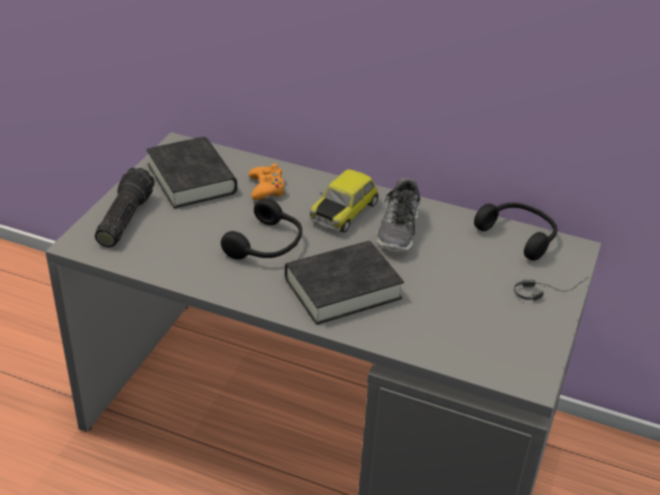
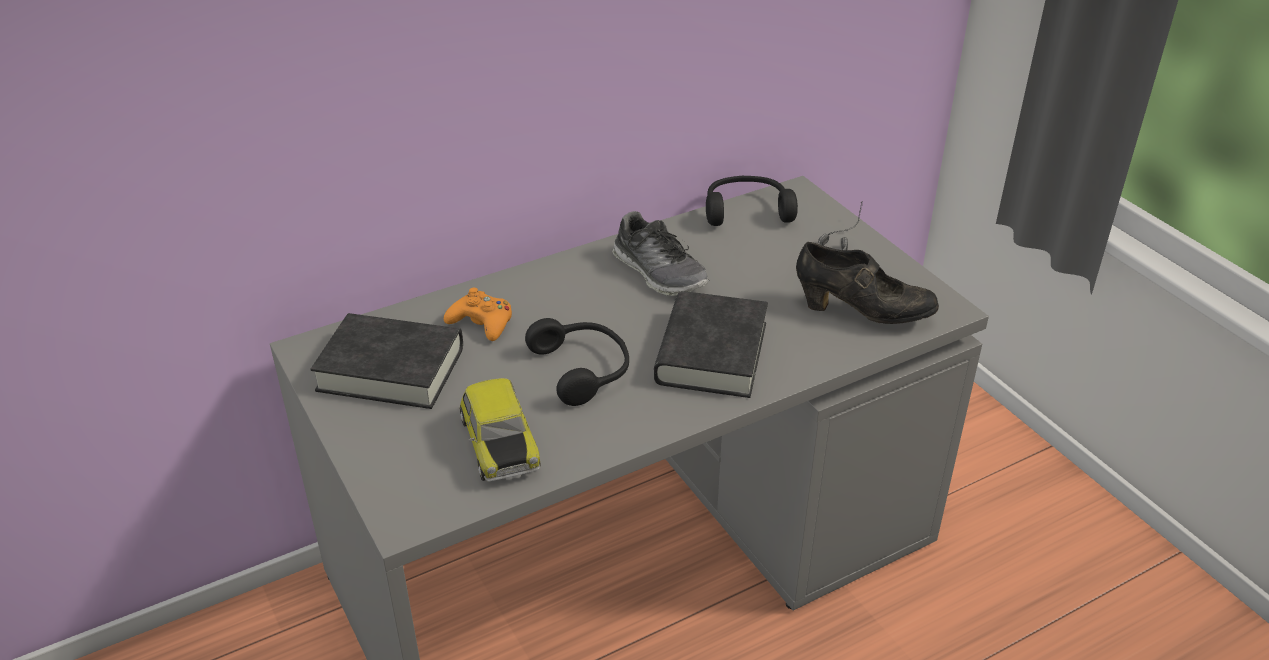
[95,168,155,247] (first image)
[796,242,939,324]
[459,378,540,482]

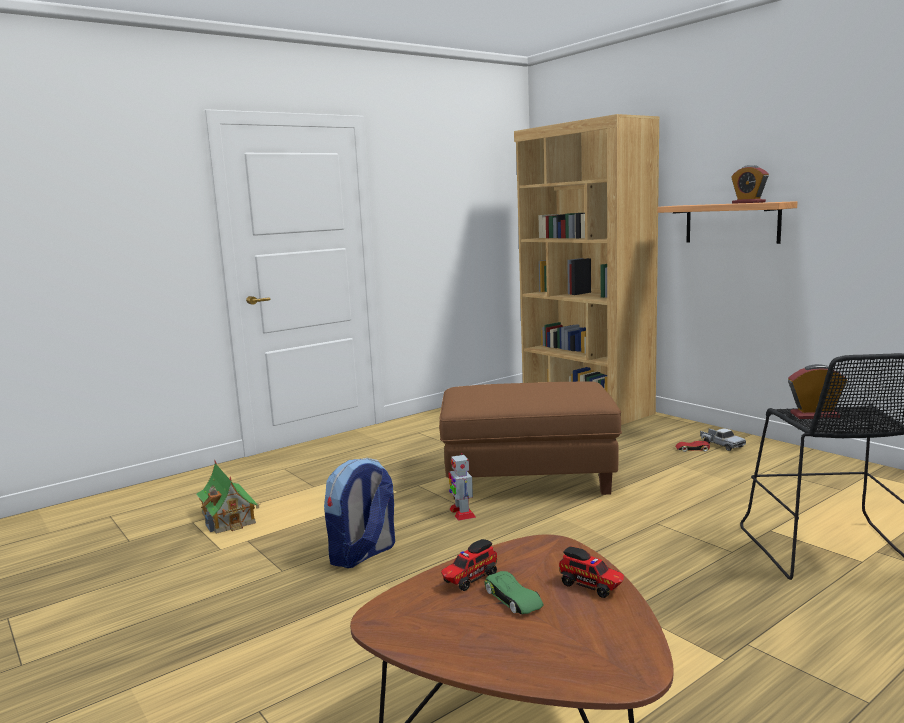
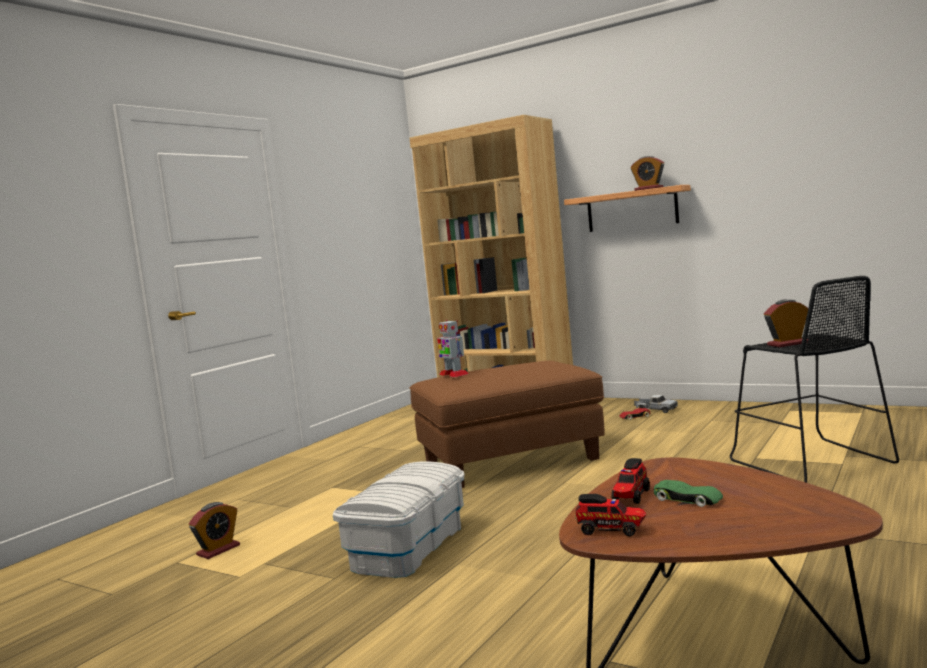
[437,320,469,377]
[575,494,647,537]
[189,502,240,559]
[333,462,464,578]

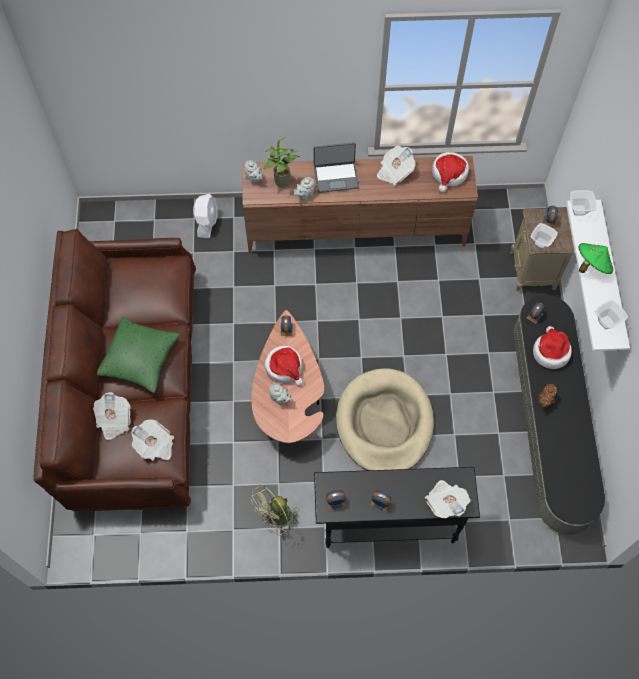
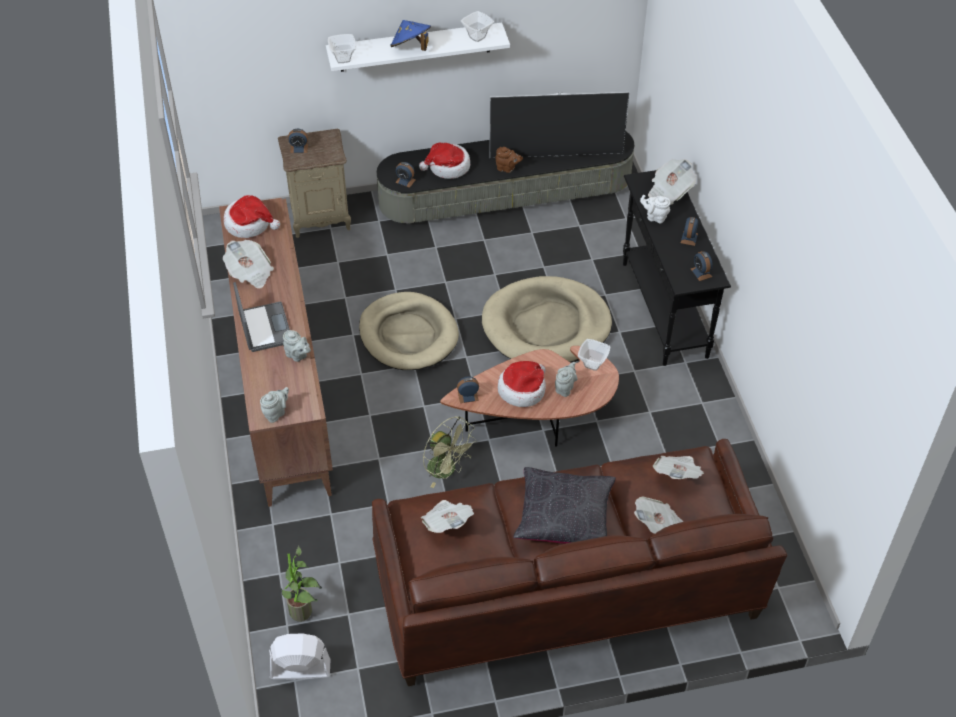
[359,292,459,370]
[421,500,474,533]
[489,92,629,158]
[640,195,670,223]
[269,633,330,680]
[423,416,477,488]
[281,545,322,622]
[578,339,610,371]
[513,467,616,544]
[390,20,431,51]

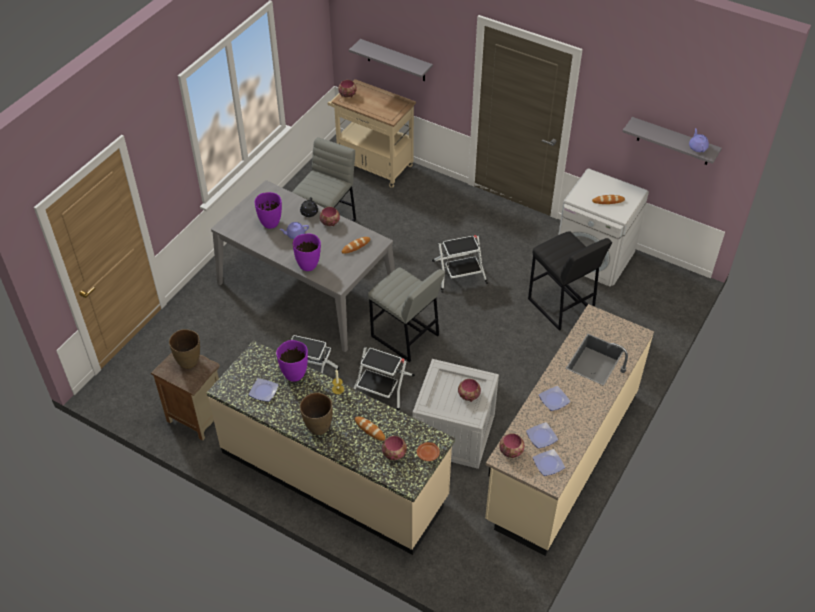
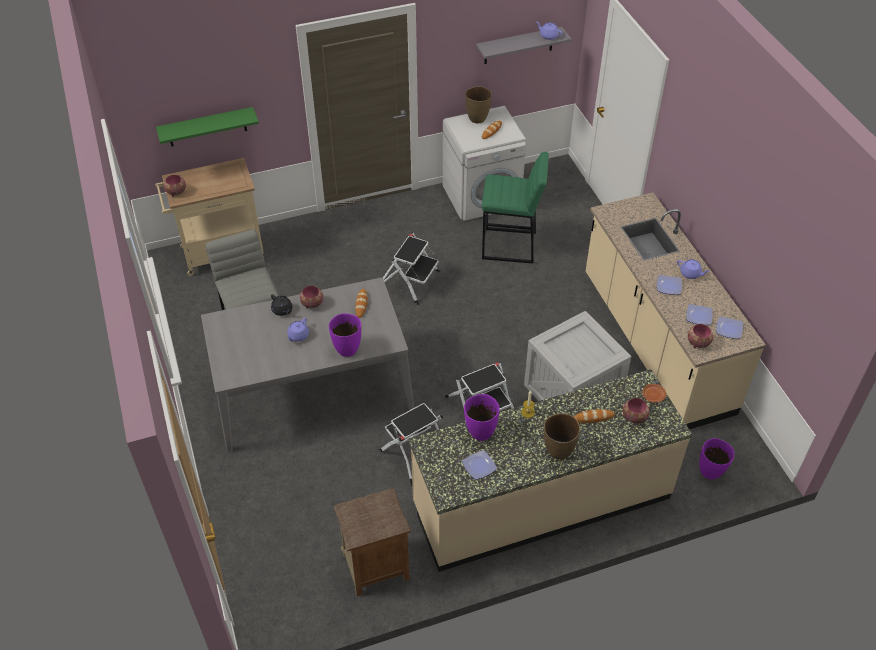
[368,267,445,362] (first image)
[458,379,481,402] (first image)
[677,259,710,279]
[466,86,492,123]
[699,438,734,480]
[156,107,259,147]
[482,152,549,263]

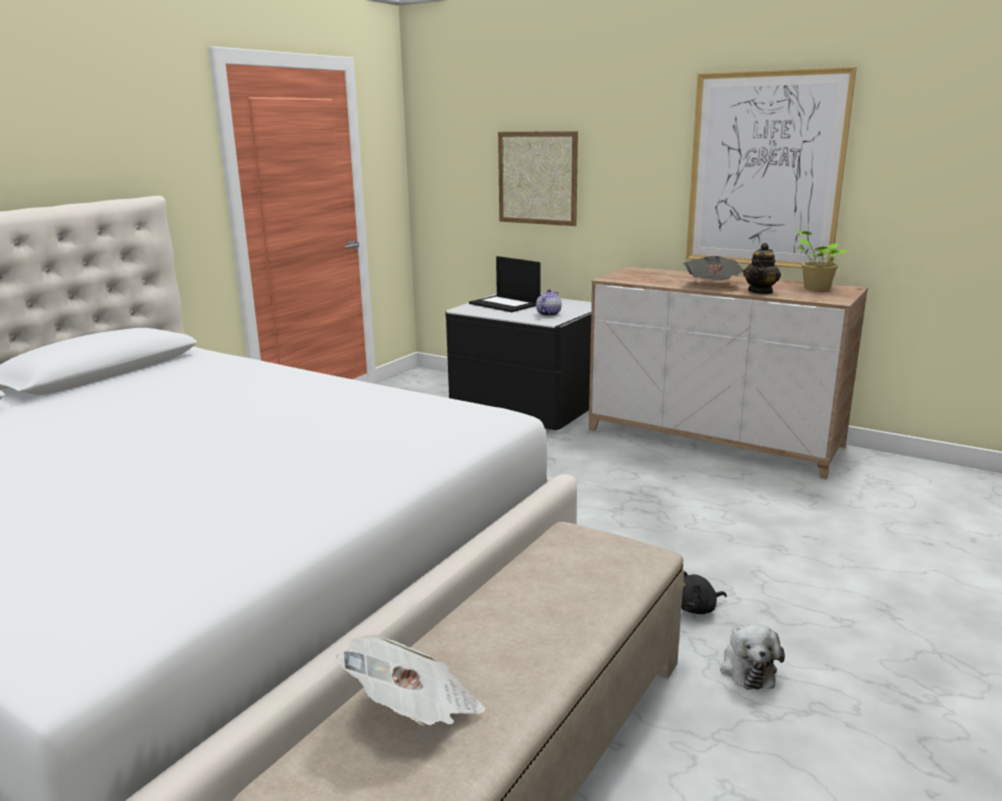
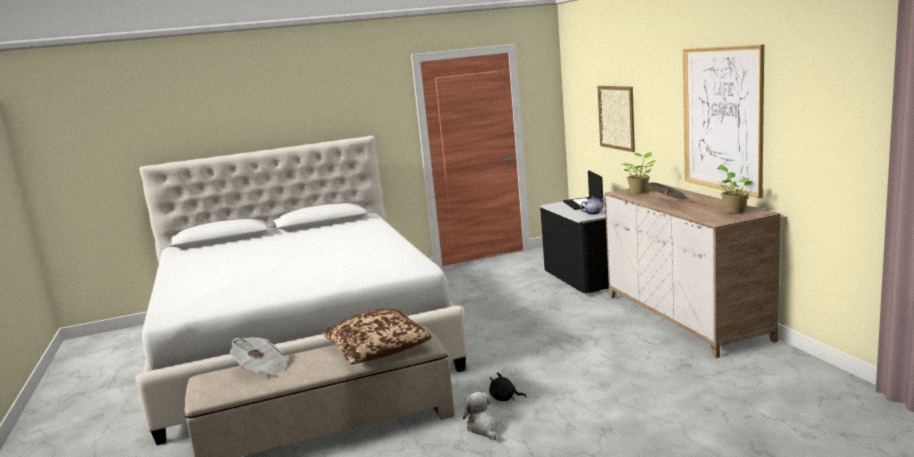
[743,243,781,294] (first image)
[322,308,431,364]
[622,152,656,194]
[463,392,497,441]

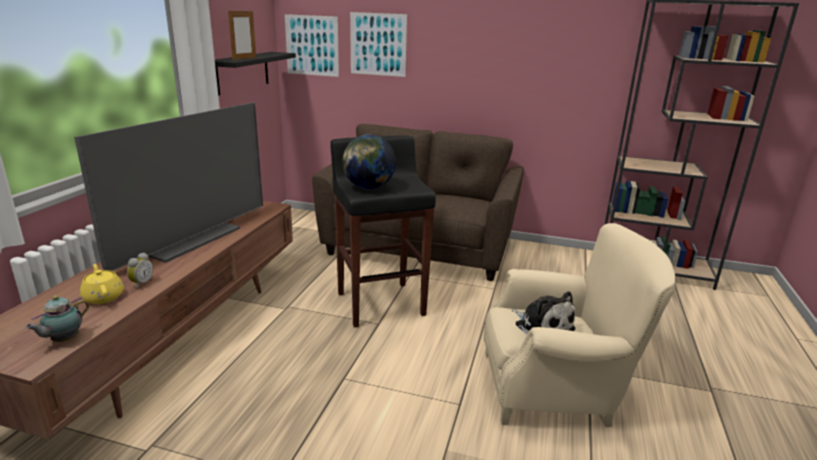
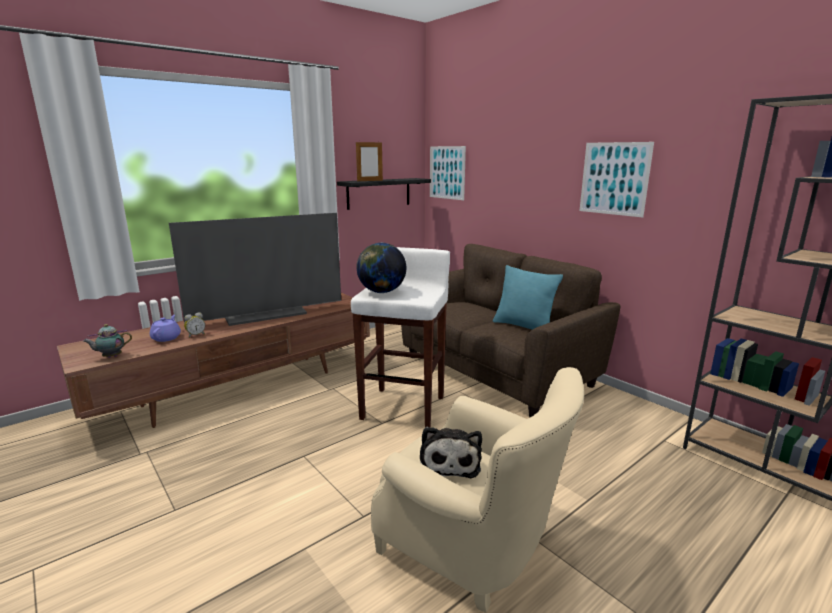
[493,265,563,330]
[580,142,654,217]
[150,315,181,342]
[351,247,450,427]

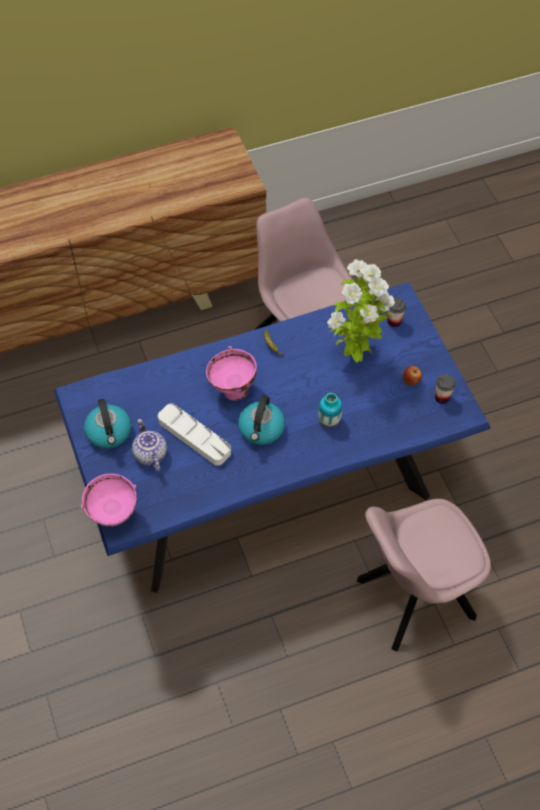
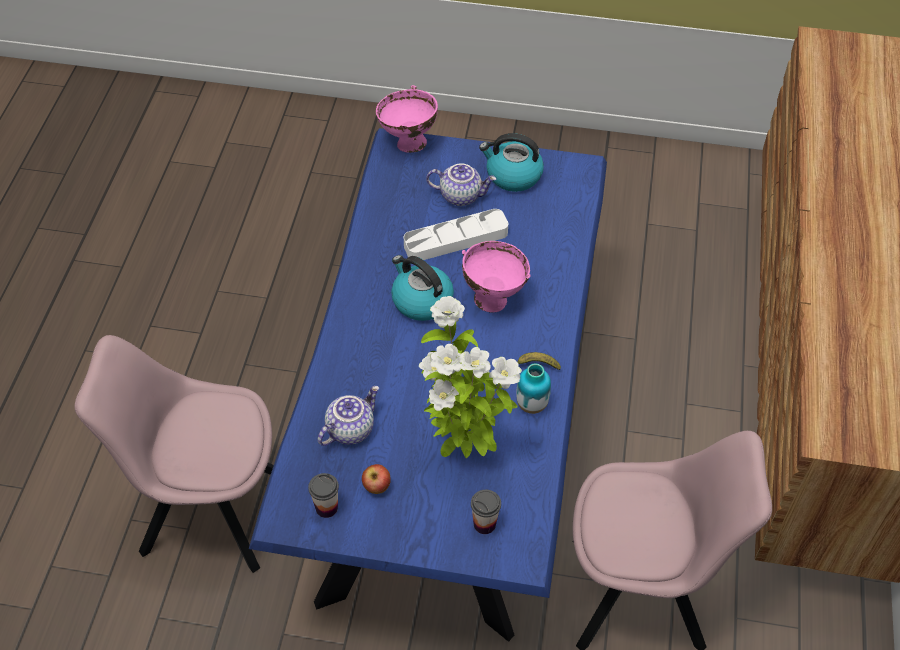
[318,386,379,446]
[516,363,551,414]
[75,335,274,573]

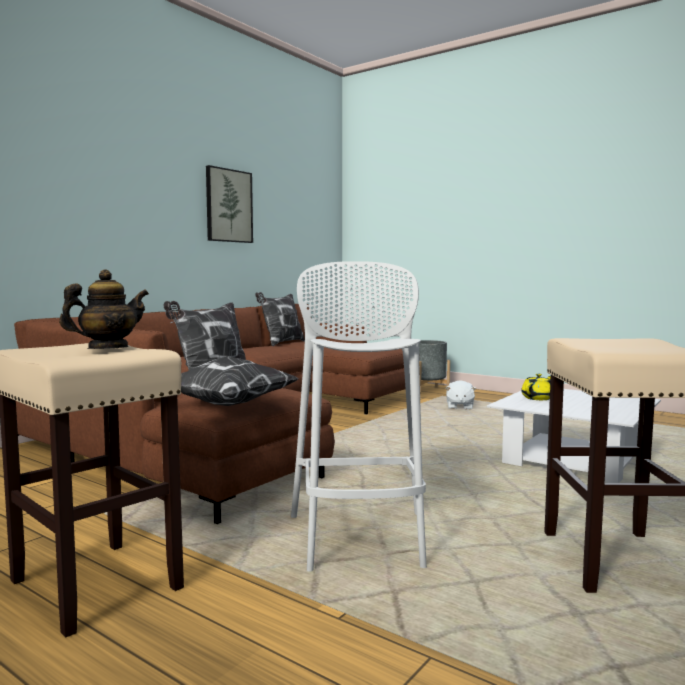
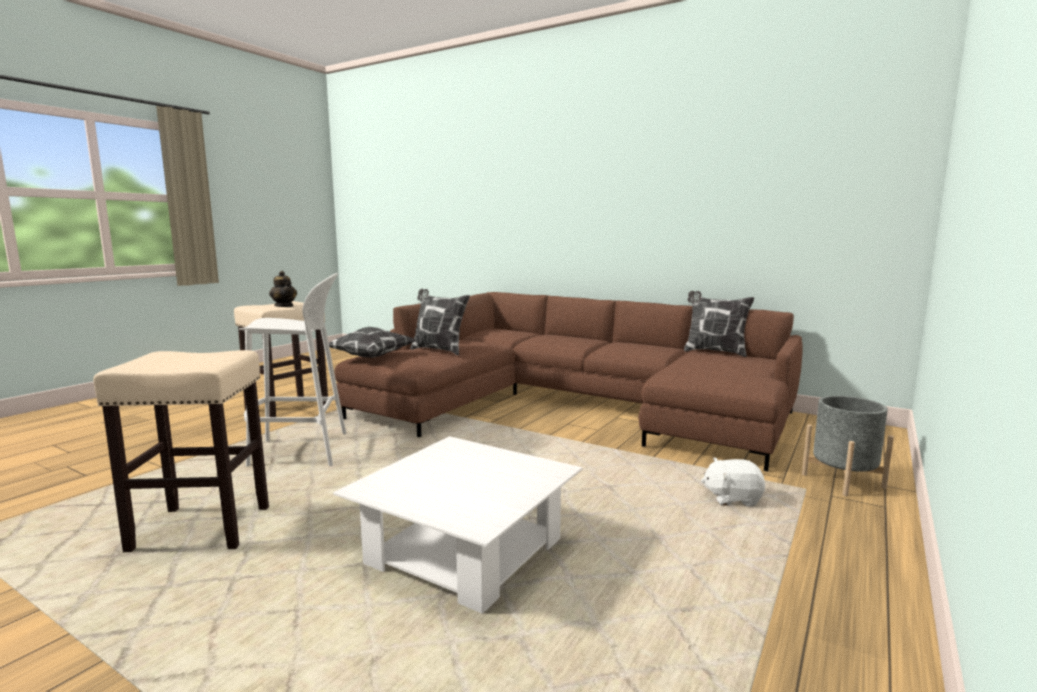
[206,165,253,243] (first image)
[521,374,551,400] (first image)

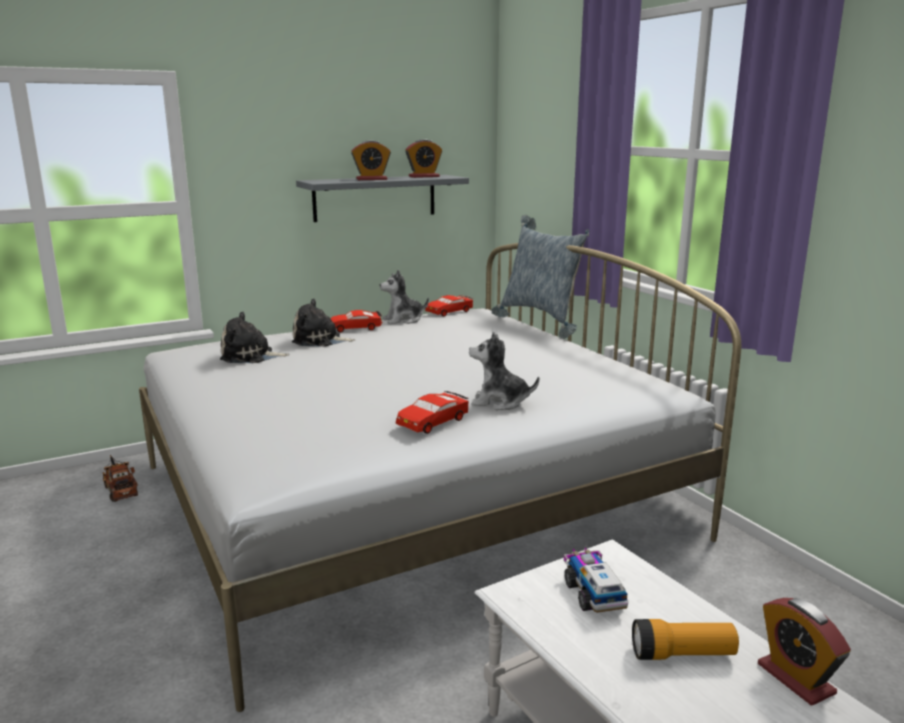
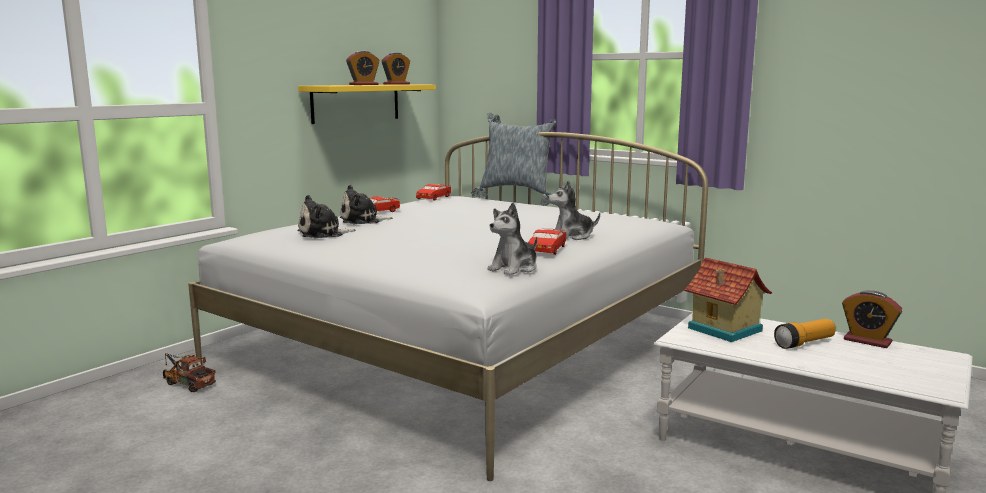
[487,203,537,275]
[684,257,772,342]
[298,84,436,124]

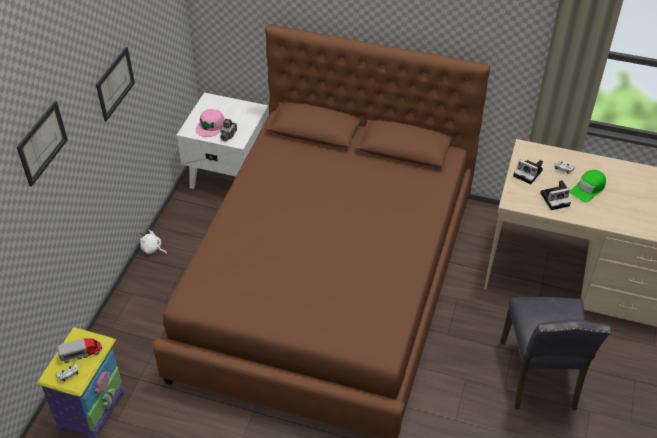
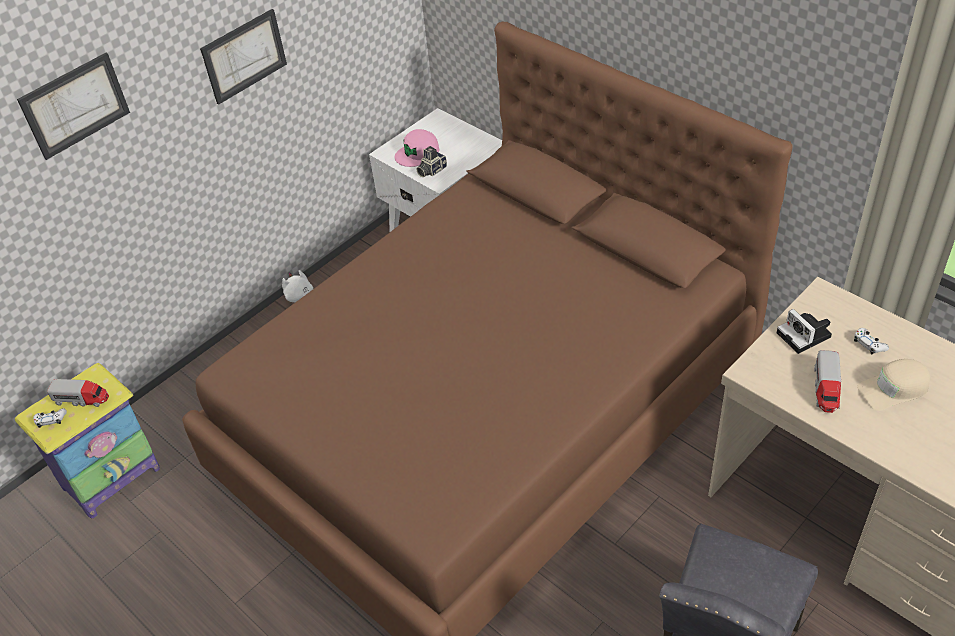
[814,350,841,413]
[857,359,930,411]

